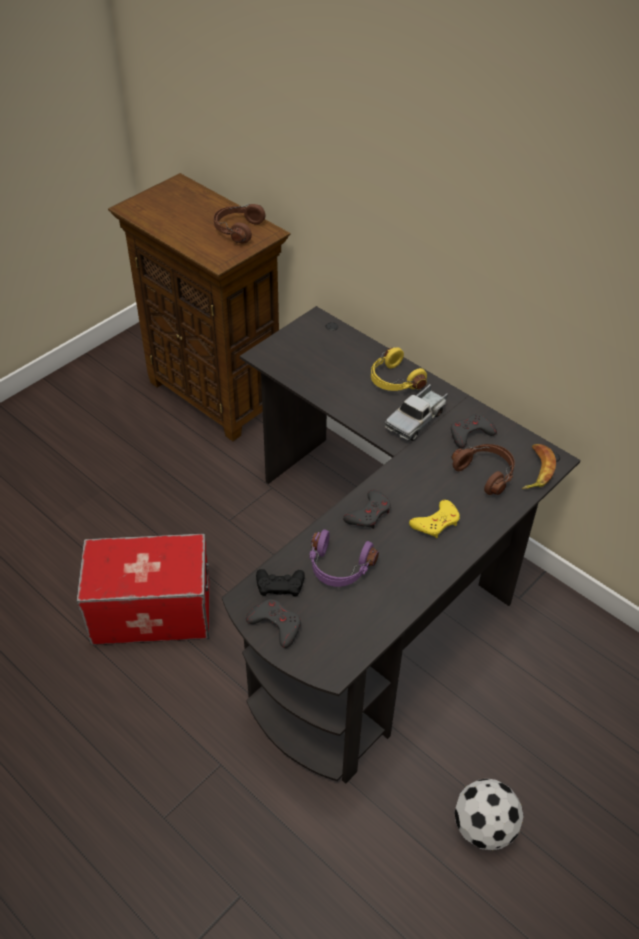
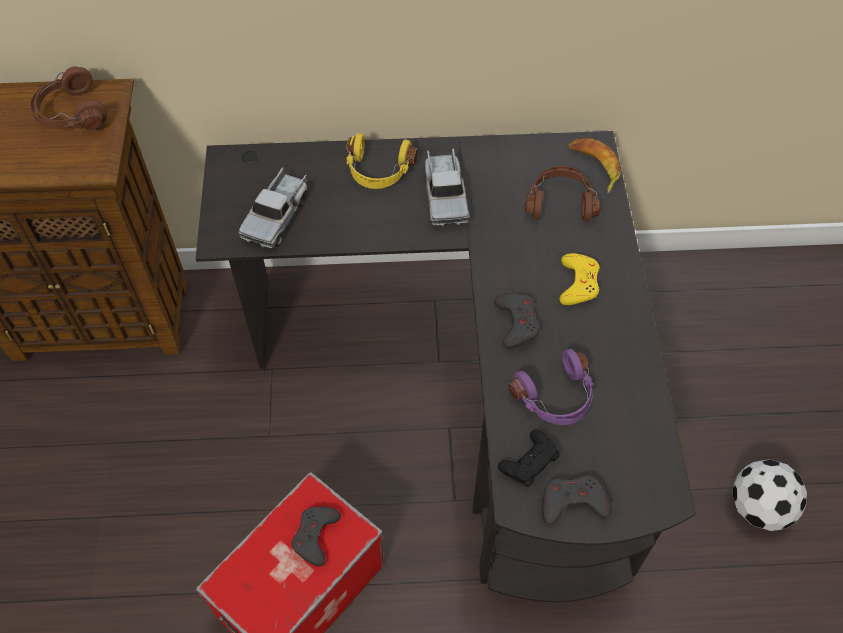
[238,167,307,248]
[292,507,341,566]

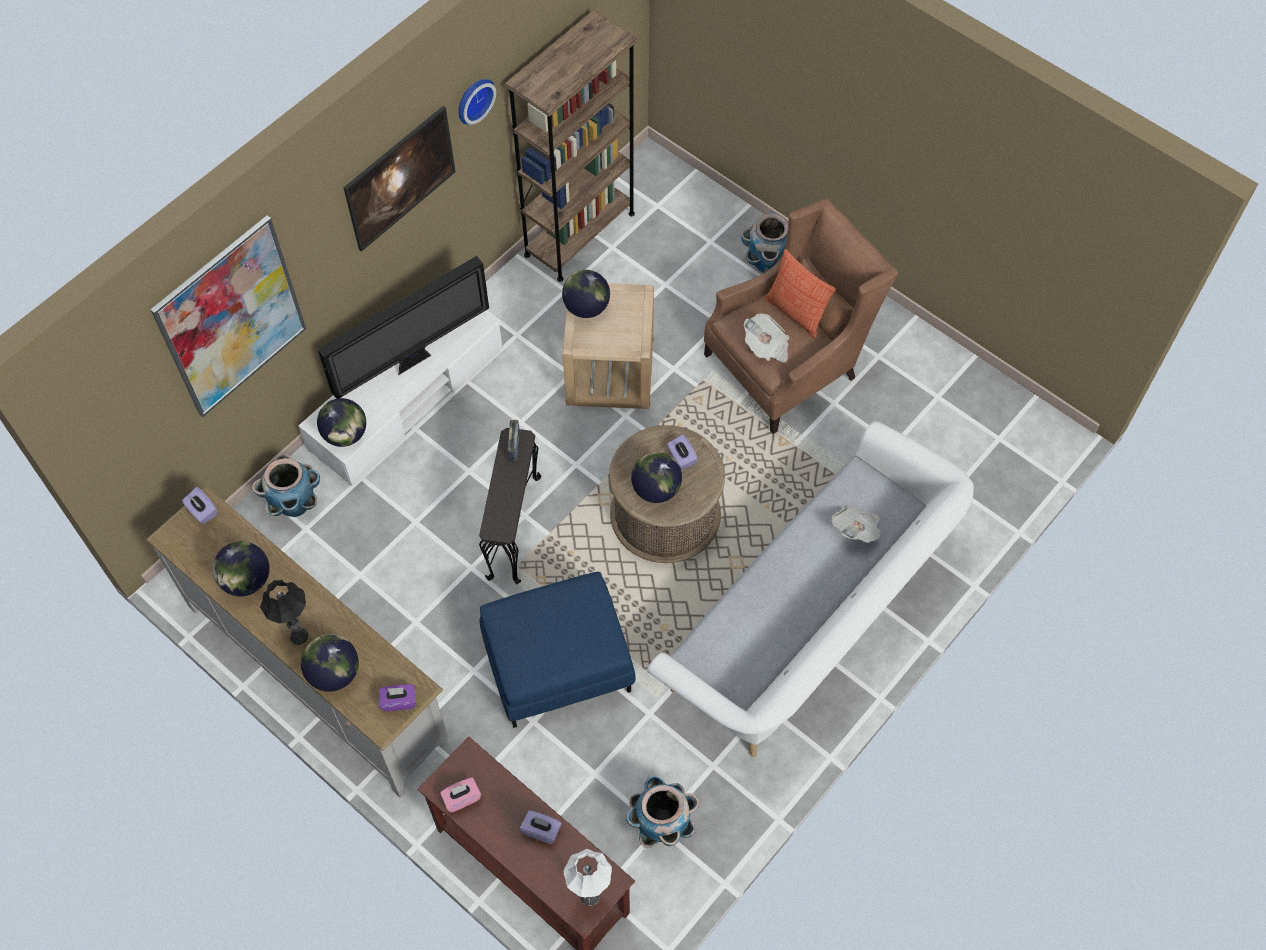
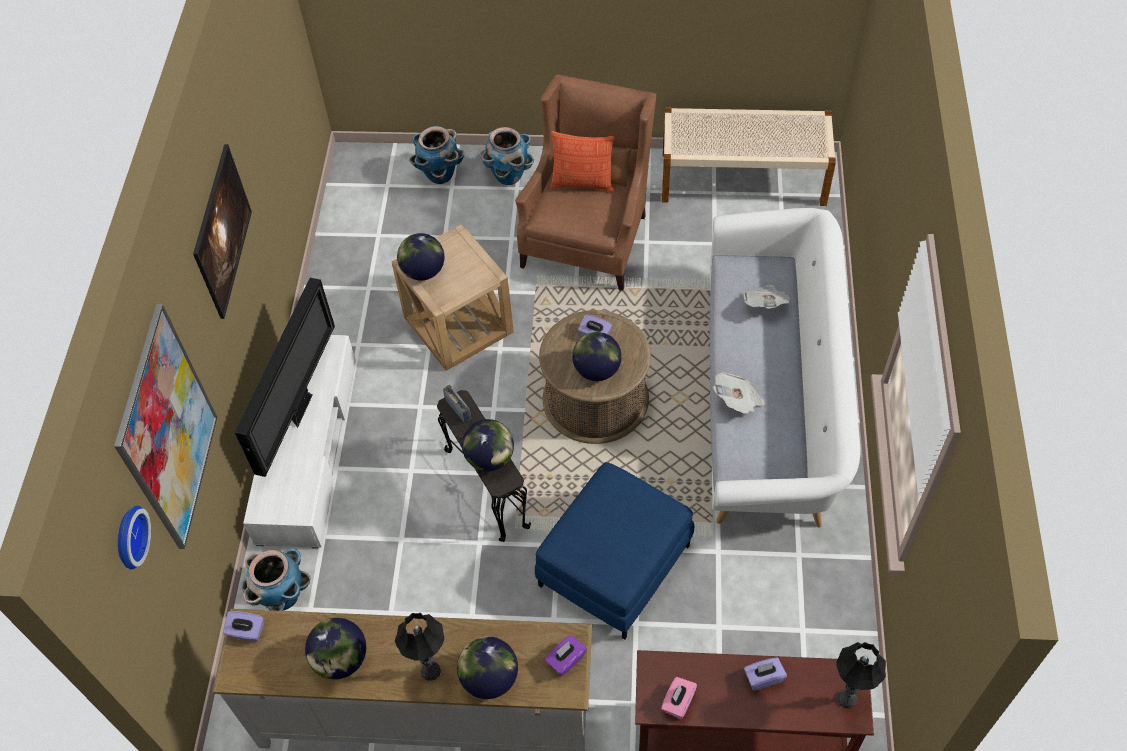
[505,10,637,282] (first image)
[662,108,836,206]
[462,419,514,471]
[118,505,151,570]
[409,126,465,184]
[713,372,765,414]
[836,642,886,708]

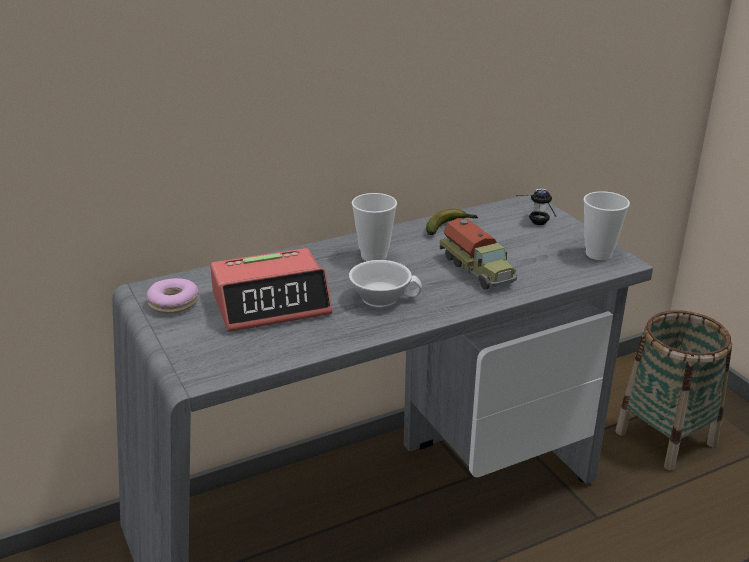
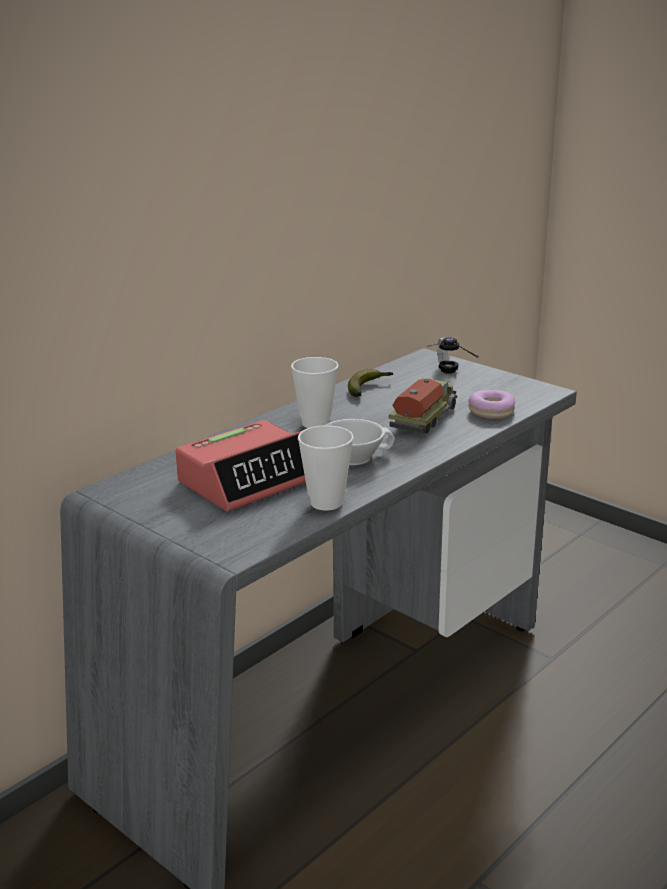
[615,310,732,471] (first image)
[468,390,515,419]
[298,425,353,511]
[389,378,458,434]

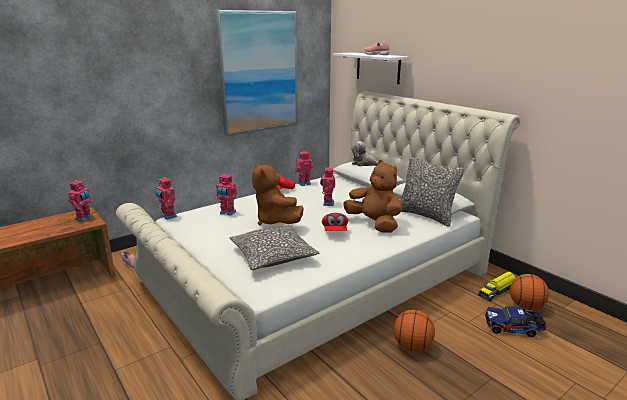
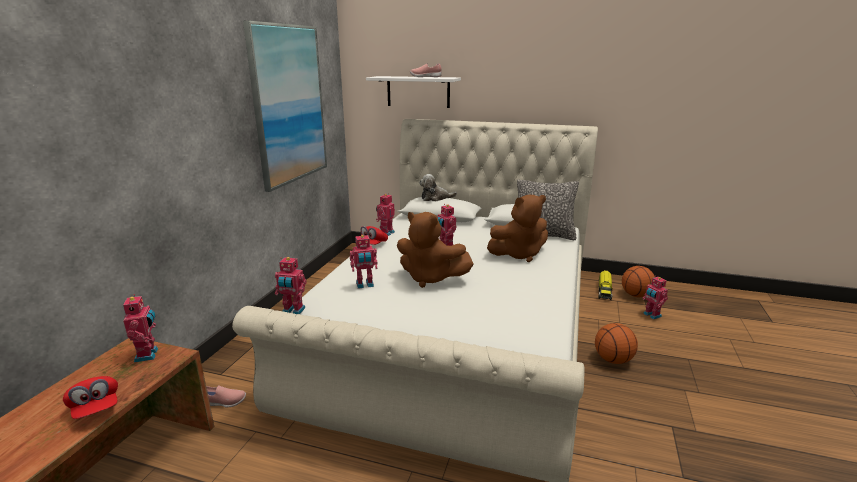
[230,225,319,270] (first image)
[63,376,118,419]
[643,277,668,319]
[487,195,548,262]

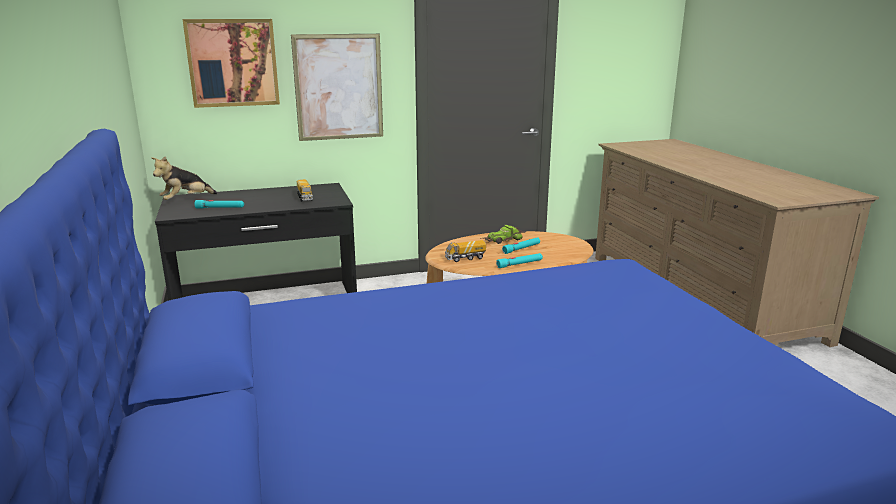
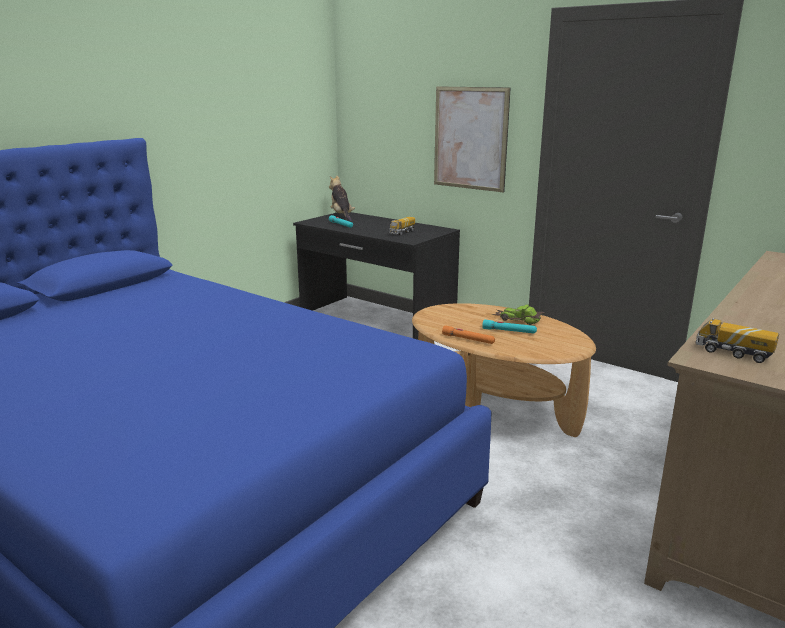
[183,19,280,108] (first image)
[695,318,779,363]
[442,325,495,344]
[329,175,355,222]

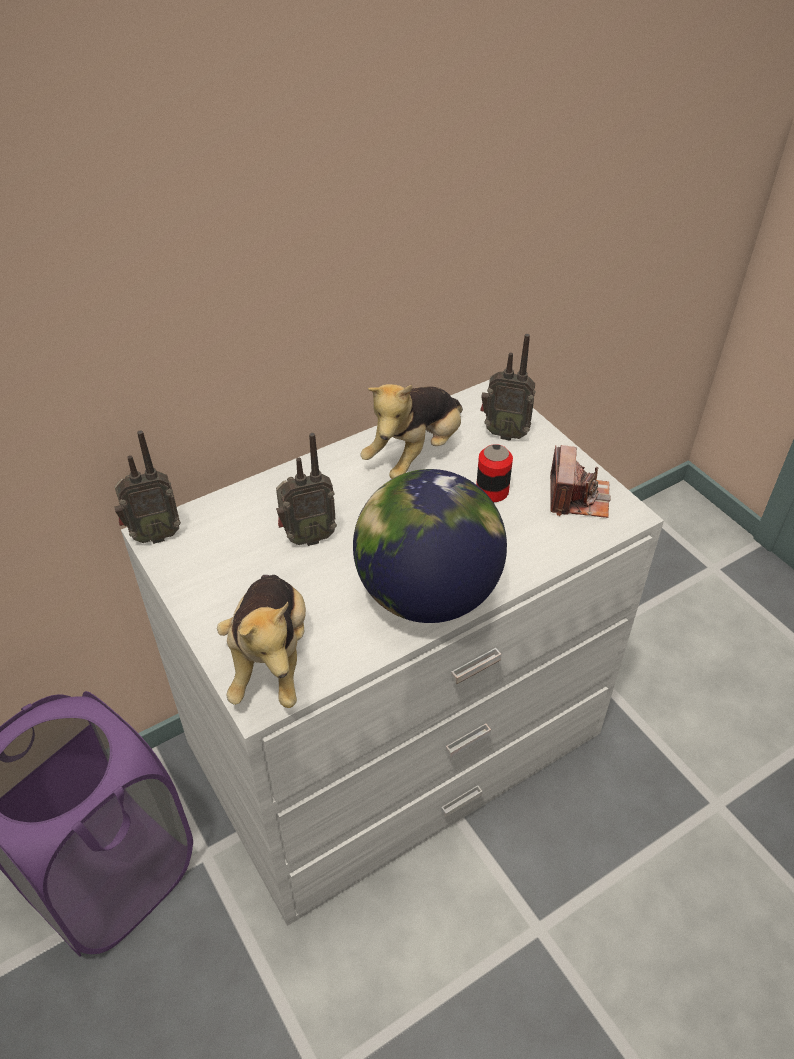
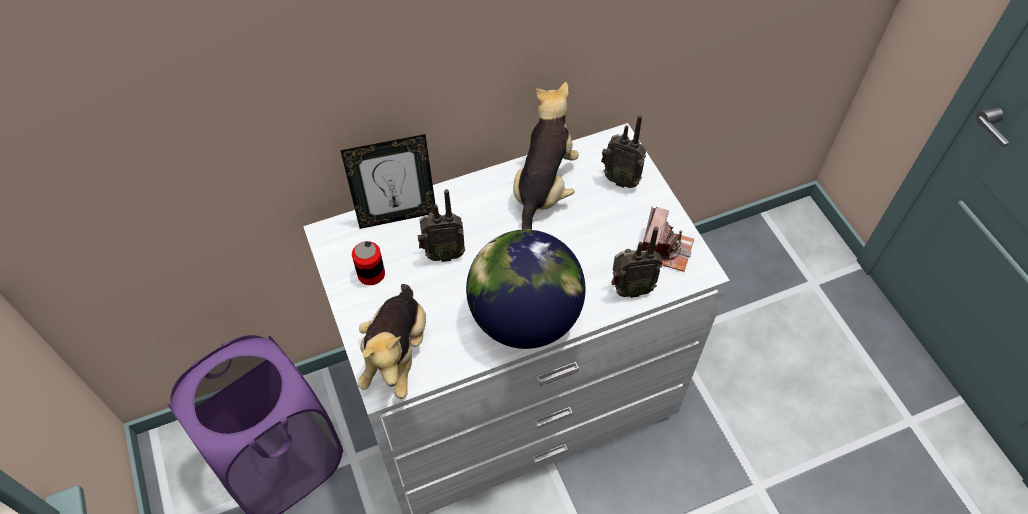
[340,134,435,229]
[611,227,662,298]
[352,241,385,285]
[513,82,579,230]

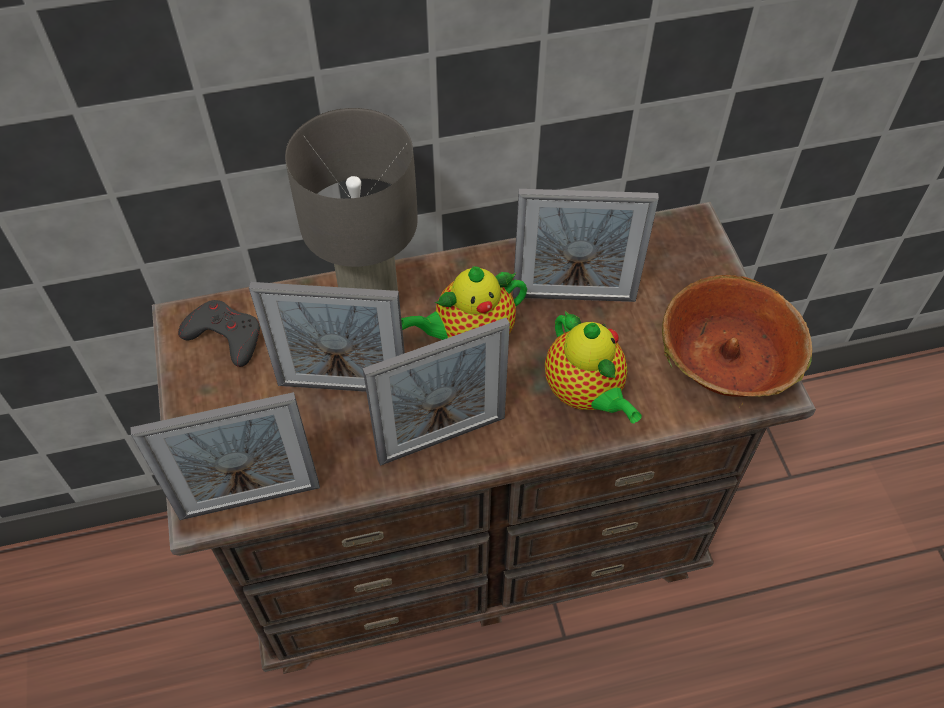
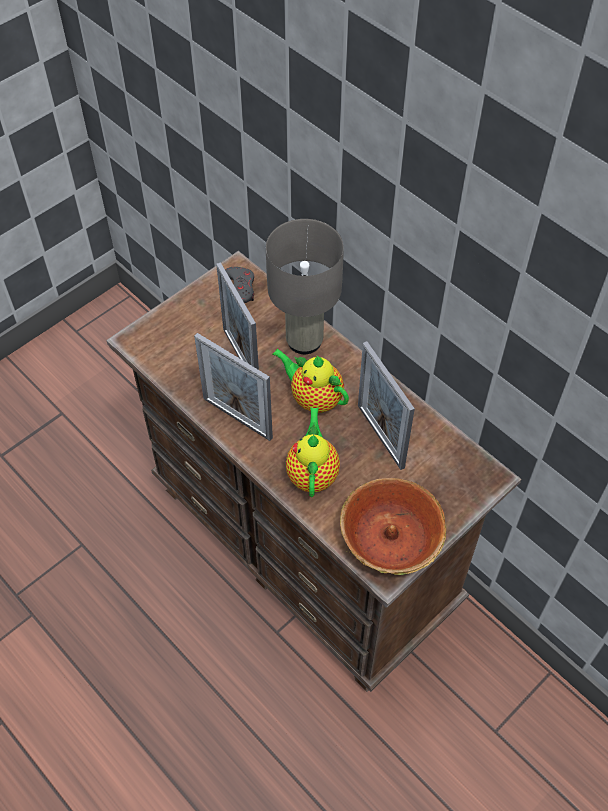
[130,392,320,520] (first image)
[286,407,340,497]

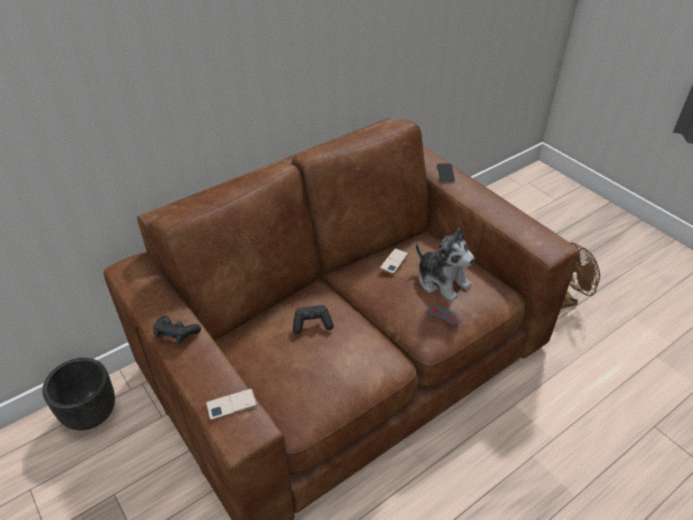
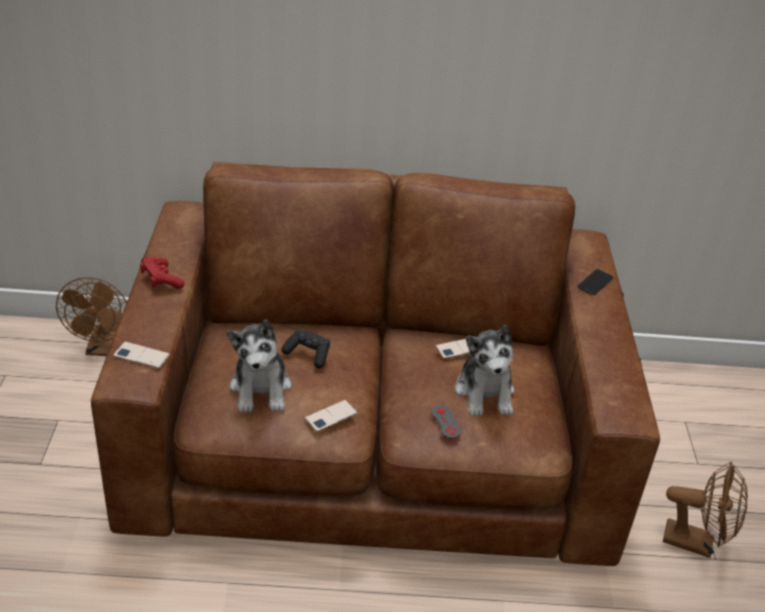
[227,319,292,413]
[305,400,358,432]
[56,277,127,356]
[140,257,184,289]

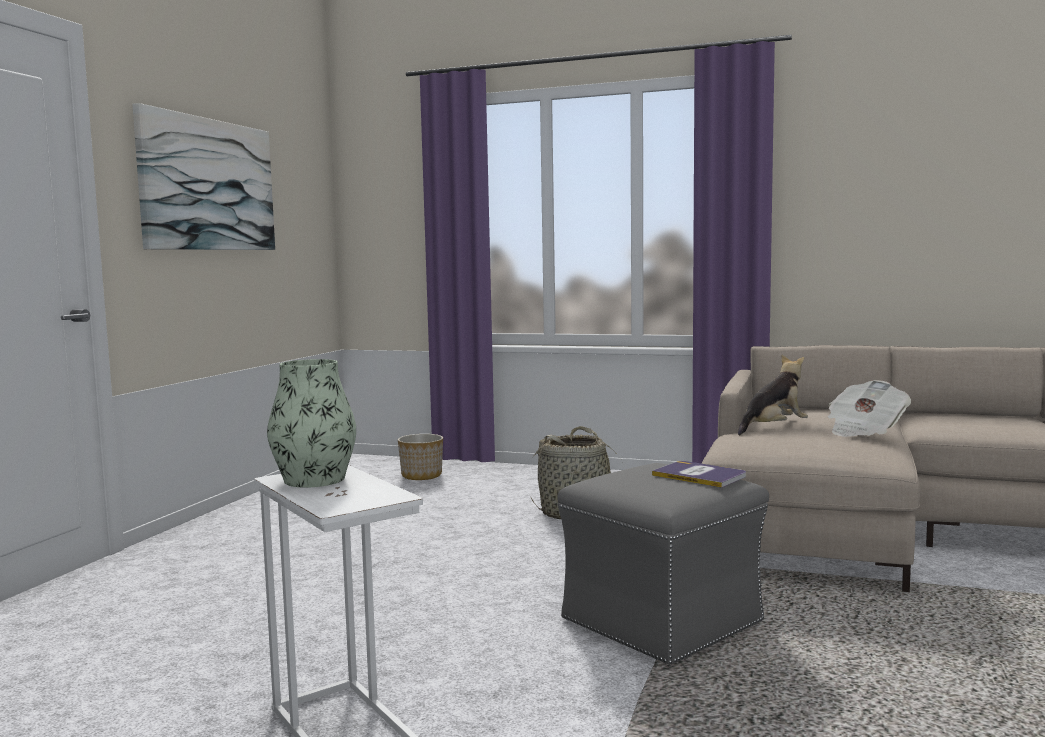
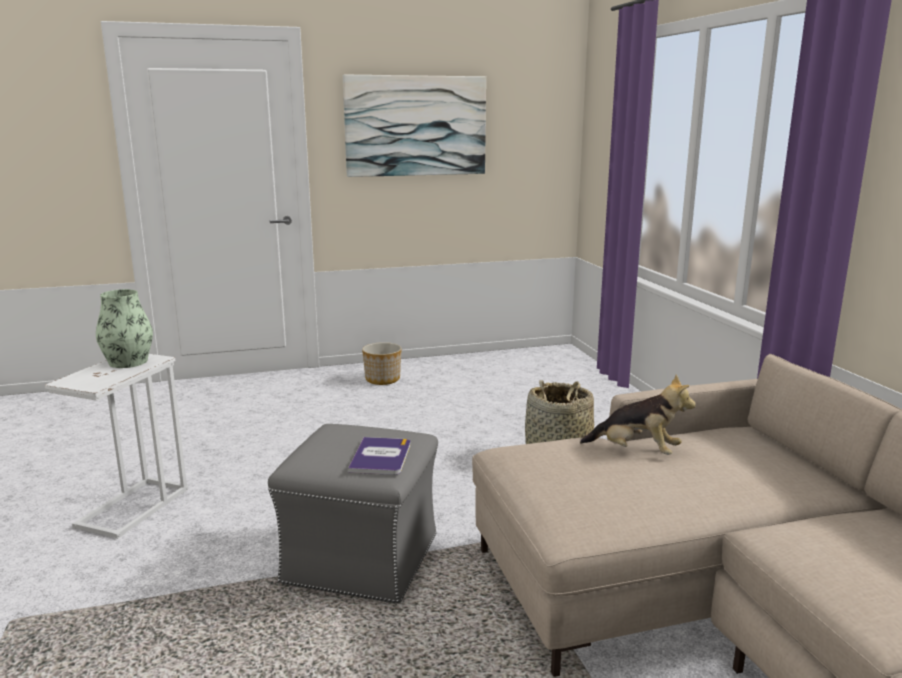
[828,380,911,437] (first image)
[362,342,402,385]

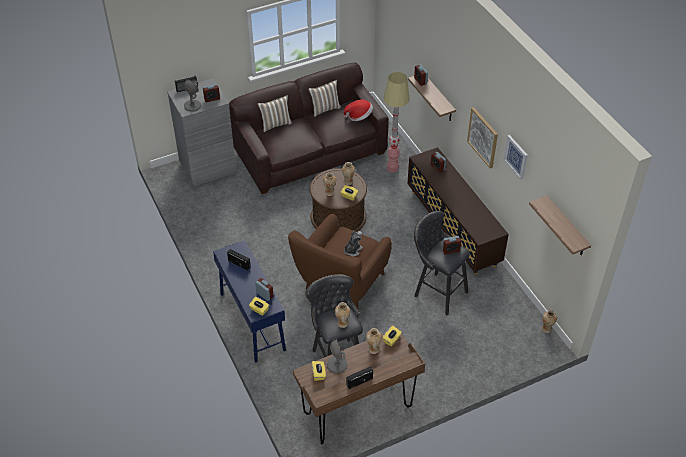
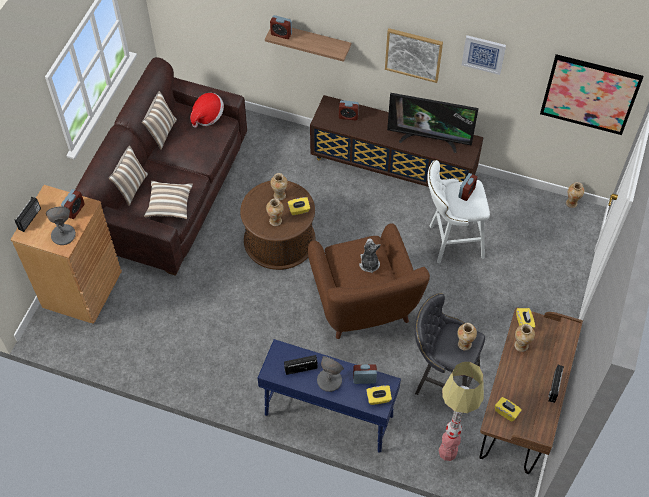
[144,181,193,219]
[387,93,478,153]
[317,356,344,392]
[438,362,484,461]
[540,54,643,135]
[10,185,122,323]
[427,160,490,263]

